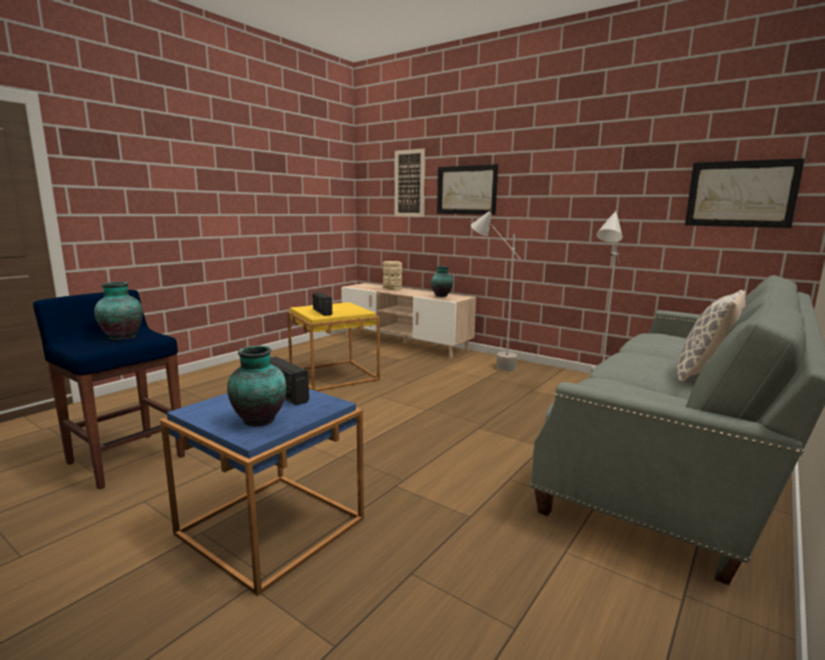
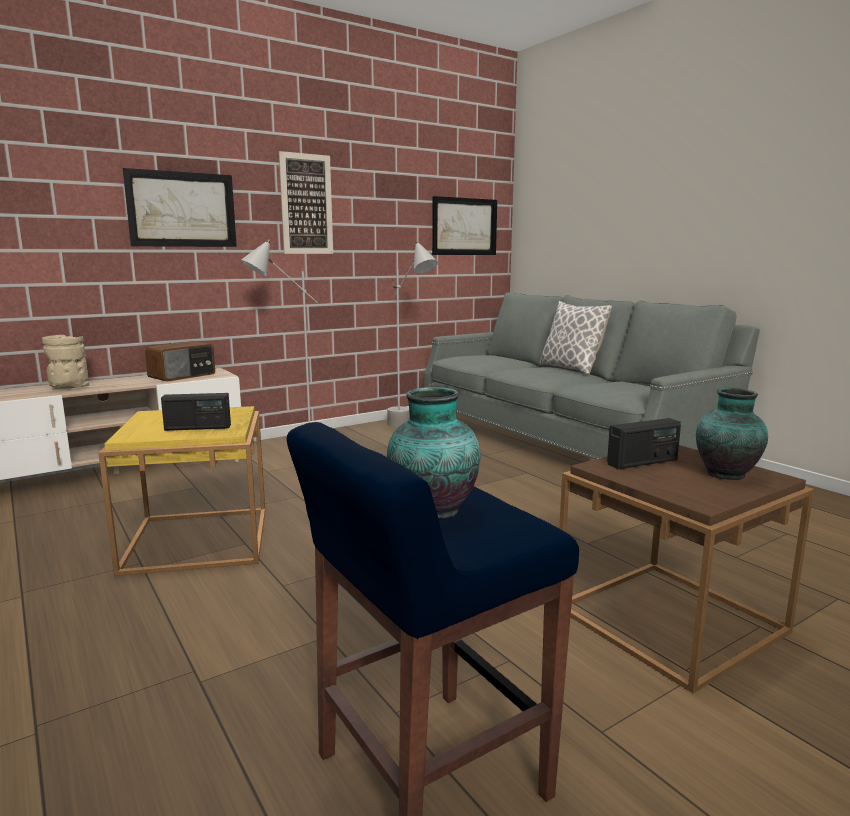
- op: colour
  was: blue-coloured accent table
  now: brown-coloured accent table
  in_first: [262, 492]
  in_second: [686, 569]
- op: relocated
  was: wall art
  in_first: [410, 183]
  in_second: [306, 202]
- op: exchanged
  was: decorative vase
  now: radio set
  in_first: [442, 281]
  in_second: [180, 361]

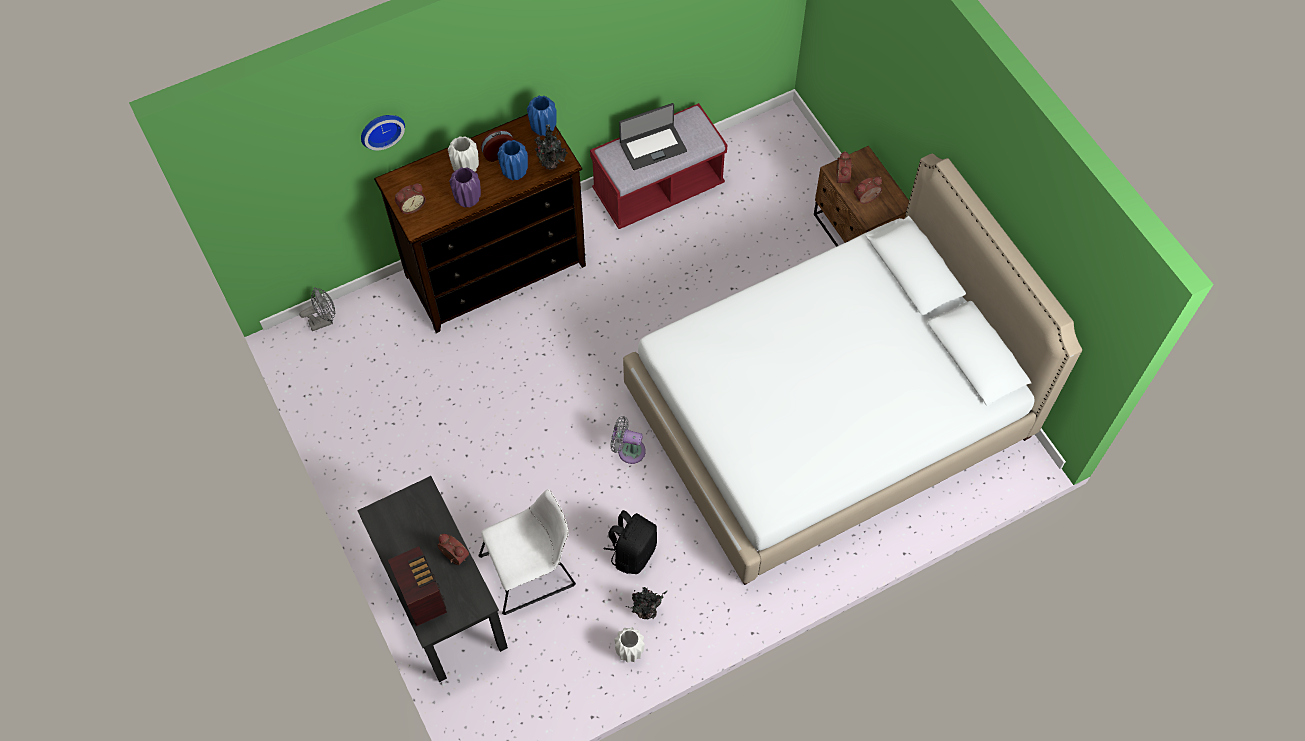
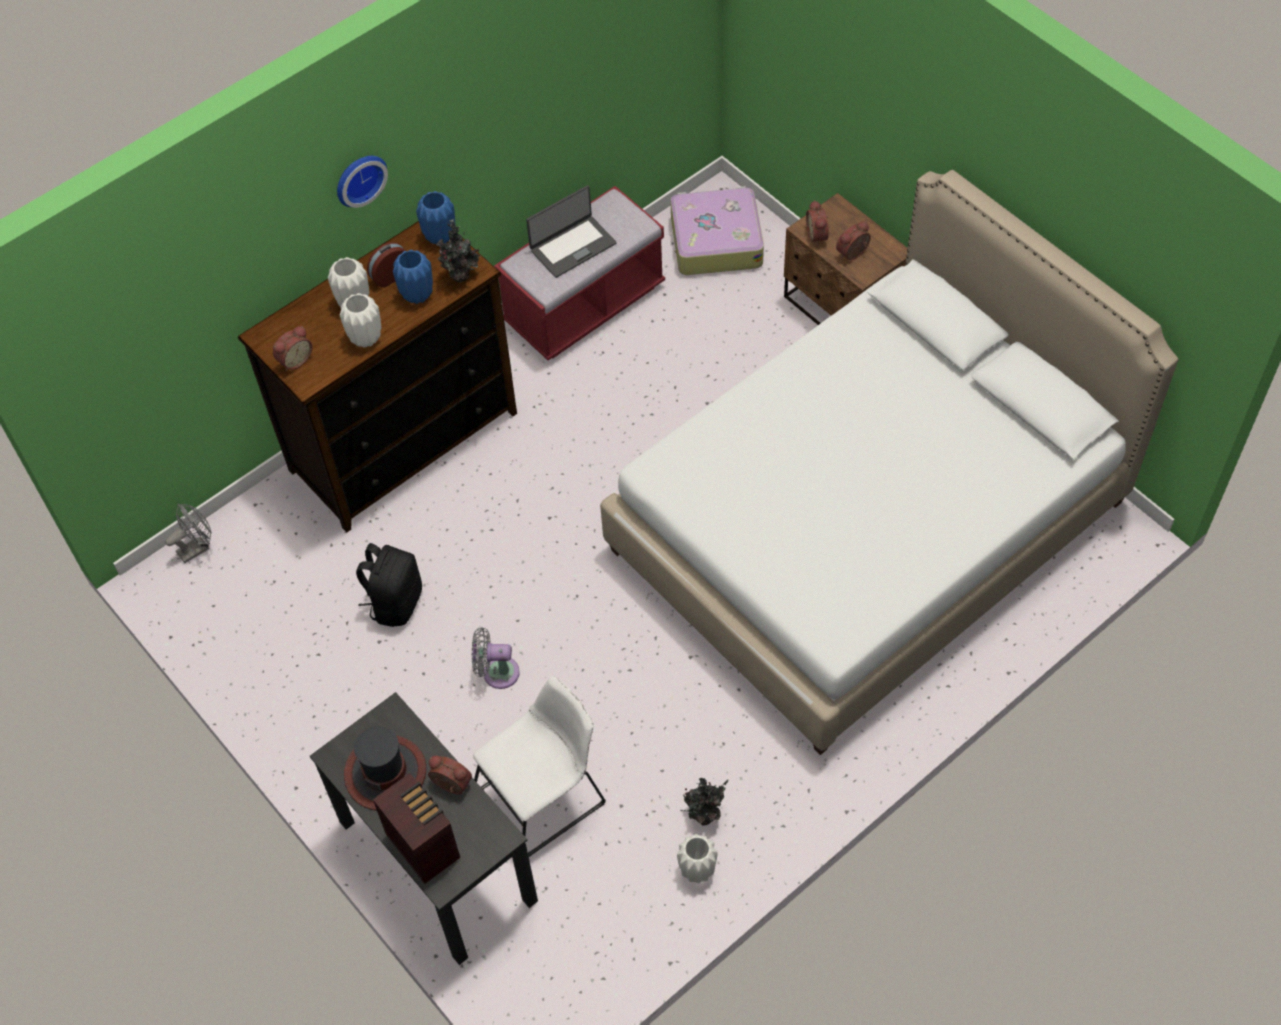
- op: relocated
  was: clock on the wall
  in_first: [383, 132]
  in_second: [362, 182]
- op: colour
  was: purplish decorative vase
  now: white decorative vase
  in_first: [465, 187]
  in_second: [360, 320]
- op: relocated
  was: black rucksack
  in_first: [630, 542]
  in_second: [389, 585]
- op: relocated
  was: grey cooling fan
  in_first: [628, 440]
  in_second: [496, 658]
- op: appeared
  now: clothing hat
  in_second: [385, 768]
- op: appeared
  now: piece of luggage
  in_second: [717, 230]

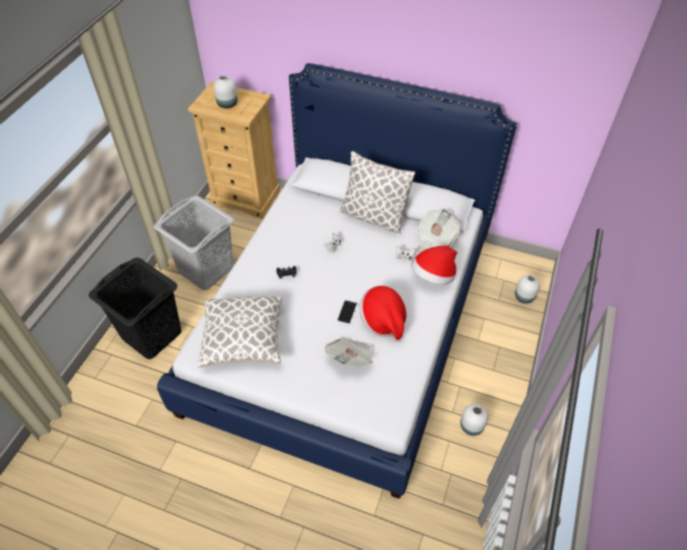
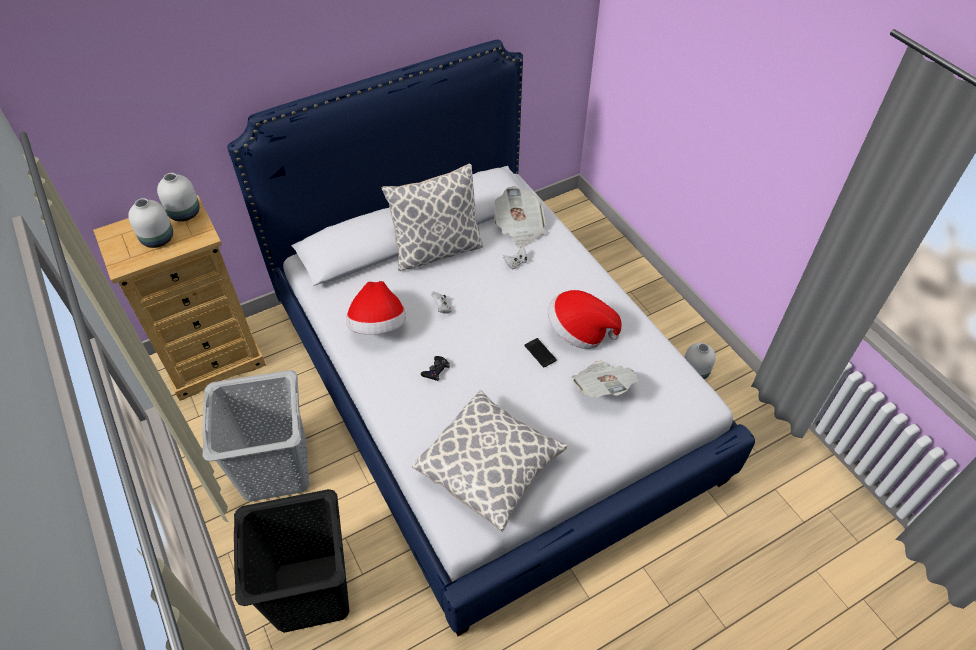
- op: relocated
  was: clothing hat
  in_first: [434, 265]
  in_second: [376, 308]
- op: relocated
  was: white decorative vase
  in_first: [527, 289]
  in_second: [178, 197]

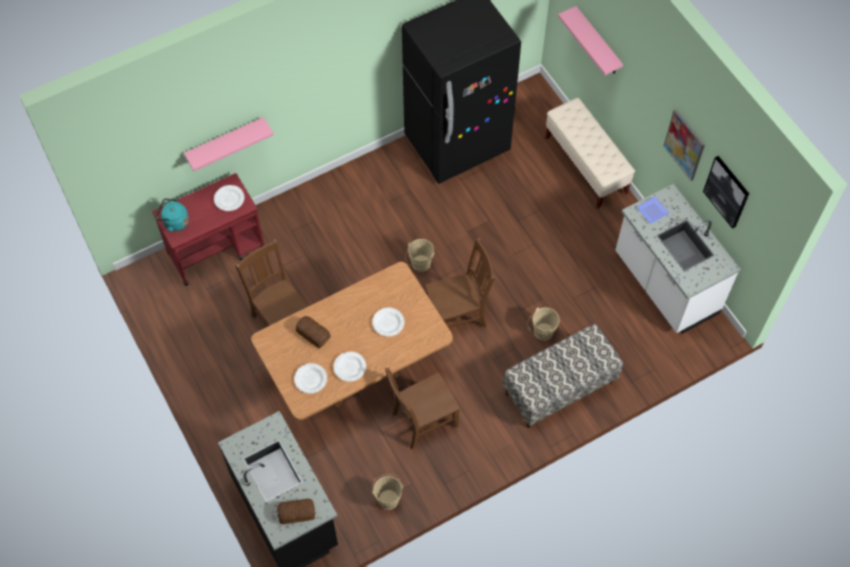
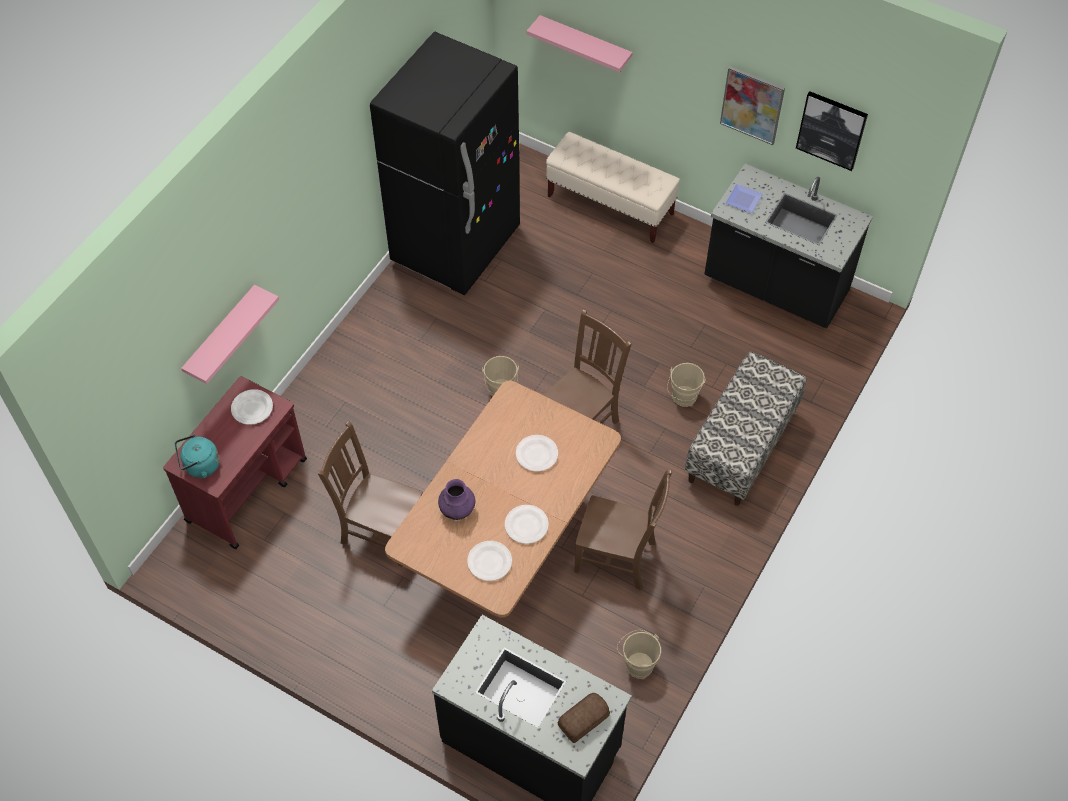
- op: exchanged
  was: bread
  now: purplish decorative vase
  in_first: [313, 332]
  in_second: [456, 499]
- op: spun
  was: brown-coloured chair
  in_first: [422, 408]
  in_second: [623, 530]
  clockwise: -105
- op: colour
  was: white kitchen base unit
  now: black kitchen base unit
  in_first: [678, 259]
  in_second: [788, 246]

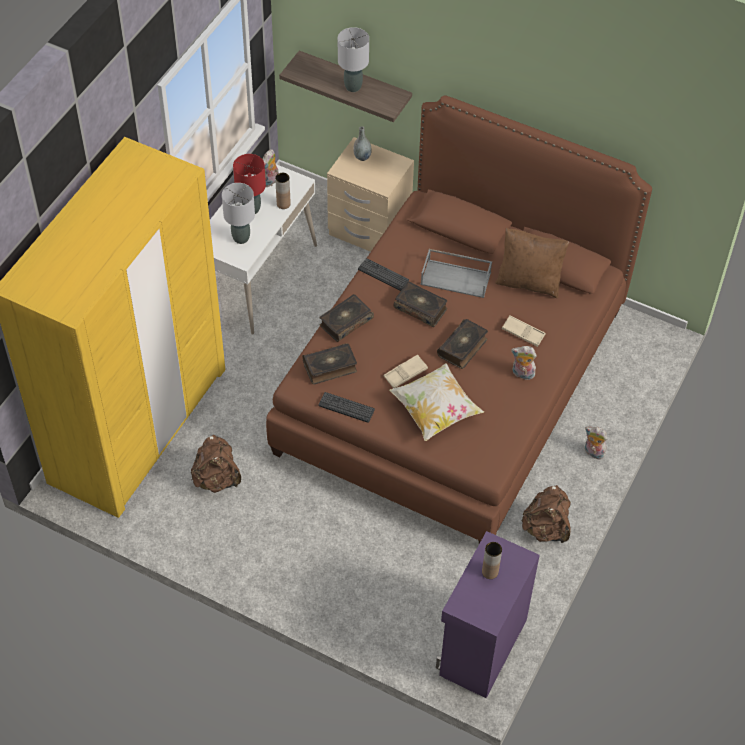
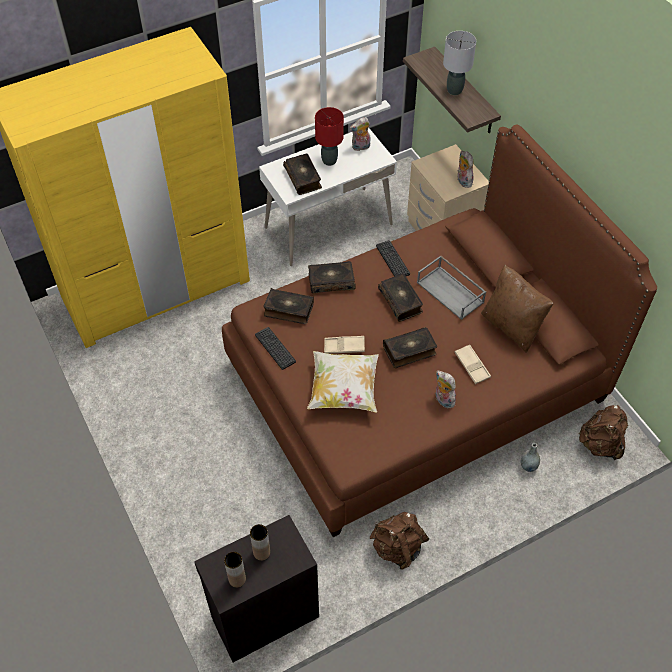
- op: relocated
  was: brown-coloured rucksack
  in_first: [216, 464]
  in_second: [603, 432]
- op: exchanged
  was: grey tabletop lamp
  now: bound book
  in_first: [238, 213]
  in_second: [302, 174]
- op: relocated
  was: brown-coloured decorative vase
  in_first: [283, 191]
  in_second: [235, 569]
- op: relocated
  was: grey decorative vase
  in_first: [362, 143]
  in_second: [530, 457]
- op: colour
  was: purplish cupboard
  now: black cupboard
  in_first: [488, 614]
  in_second: [256, 588]
- op: relocated
  was: cuddly toy
  in_first: [596, 443]
  in_second: [465, 169]

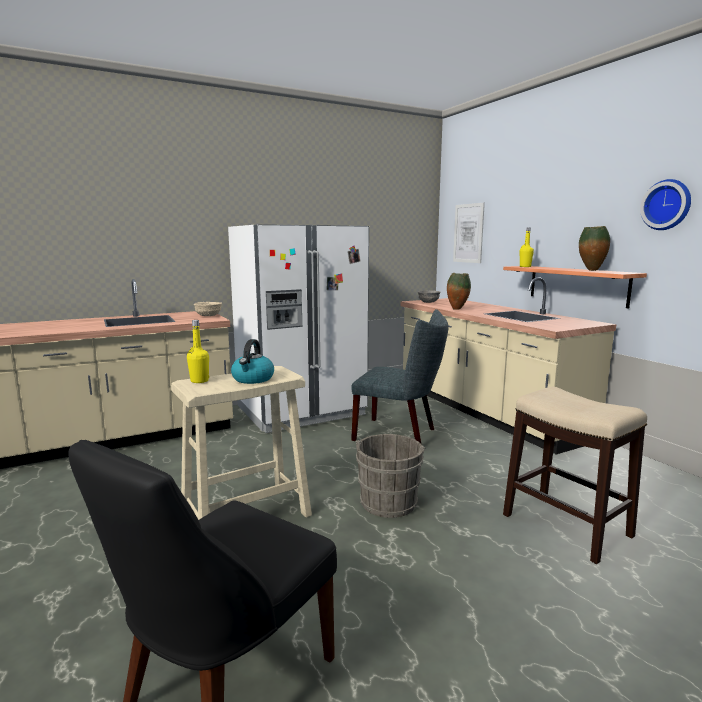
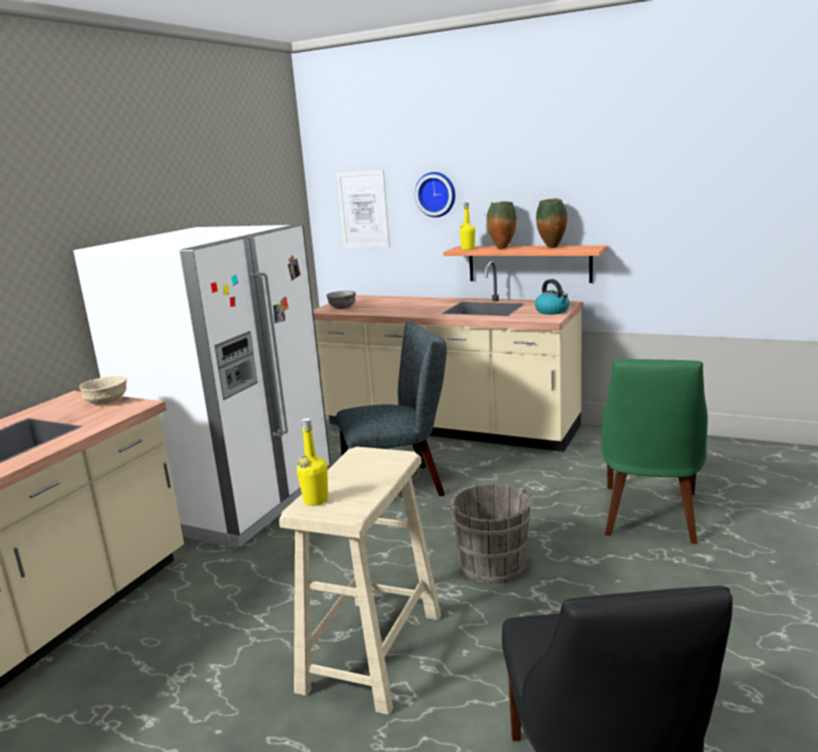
- op: relocated
  was: water kettle
  in_first: [252, 361]
  in_second: [552, 296]
- op: relocated
  was: decorative vase
  in_first: [459, 291]
  in_second: [501, 225]
- op: exchanged
  was: stool
  now: green chair
  in_first: [575, 475]
  in_second: [654, 451]
- op: relocated
  was: clock on the wall
  in_first: [665, 204]
  in_second: [435, 194]

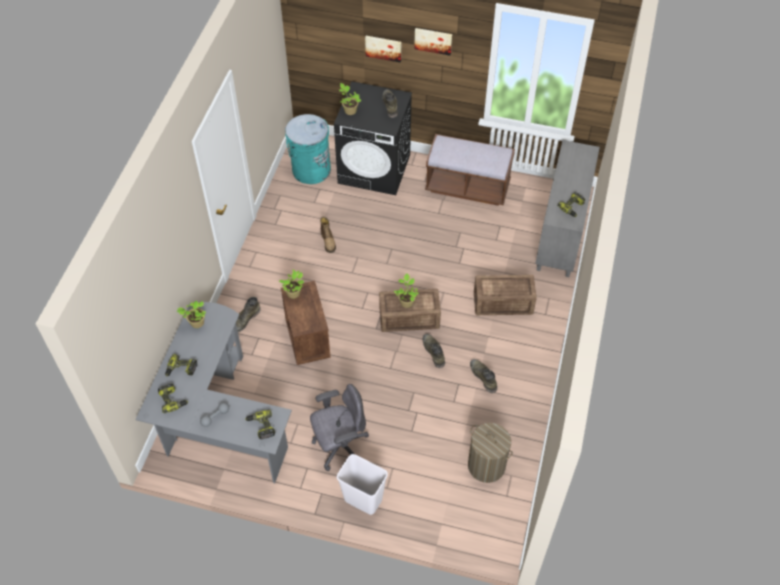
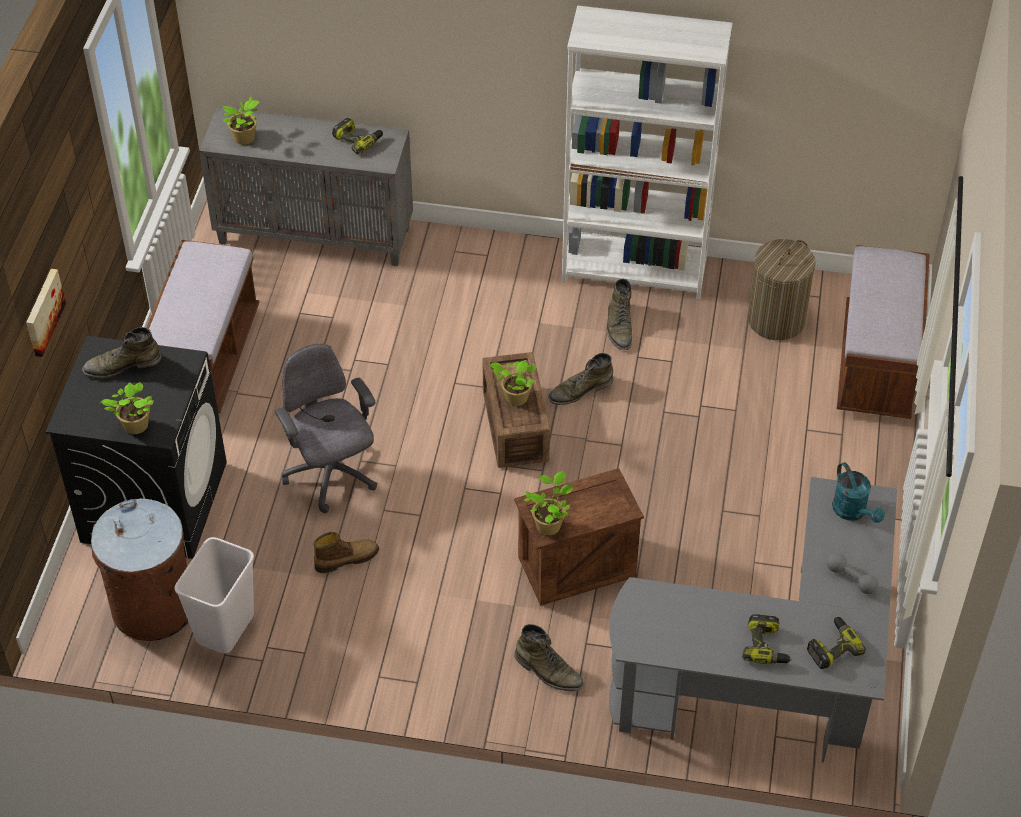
- op: relocated
  was: potted plant
  in_first: [191, 314]
  in_second: [241, 120]
- op: exchanged
  was: power drill
  now: turquoise watering pot
  in_first: [260, 424]
  in_second: [858, 492]
- op: colour
  was: turquoise rubbish bin
  now: brown-coloured rubbish bin
  in_first: [308, 149]
  in_second: [139, 570]
- op: relocated
  was: grey desk chair
  in_first: [339, 427]
  in_second: [326, 428]
- op: relocated
  was: white rubbish bin
  in_first: [362, 484]
  in_second: [214, 595]
- op: missing
  was: wall art
  in_first: [433, 42]
- op: spun
  was: green high-top boot
  in_first: [483, 376]
  in_second: [619, 314]
  clockwise: -60
- op: missing
  was: crate
  in_first: [505, 295]
- op: appeared
  now: white shelving unit
  in_second: [647, 152]
- op: appeared
  now: brown-coloured long seat
  in_second: [883, 332]

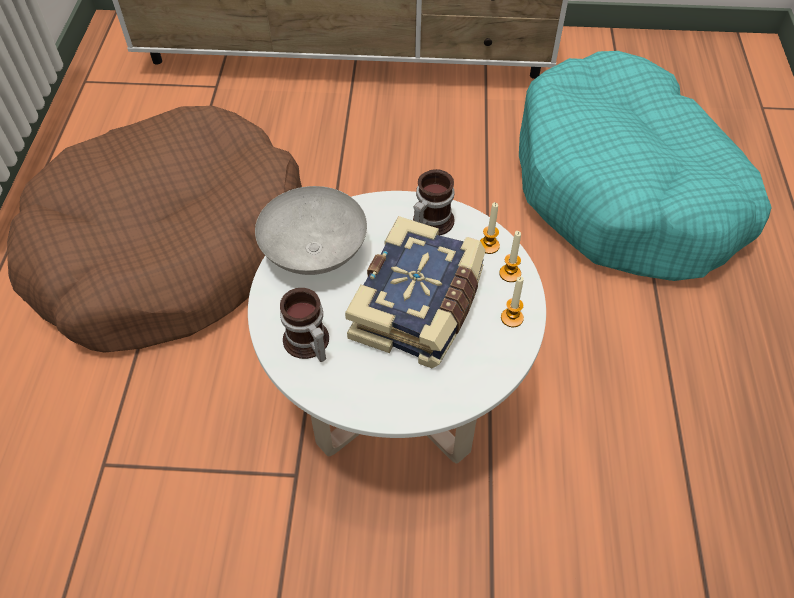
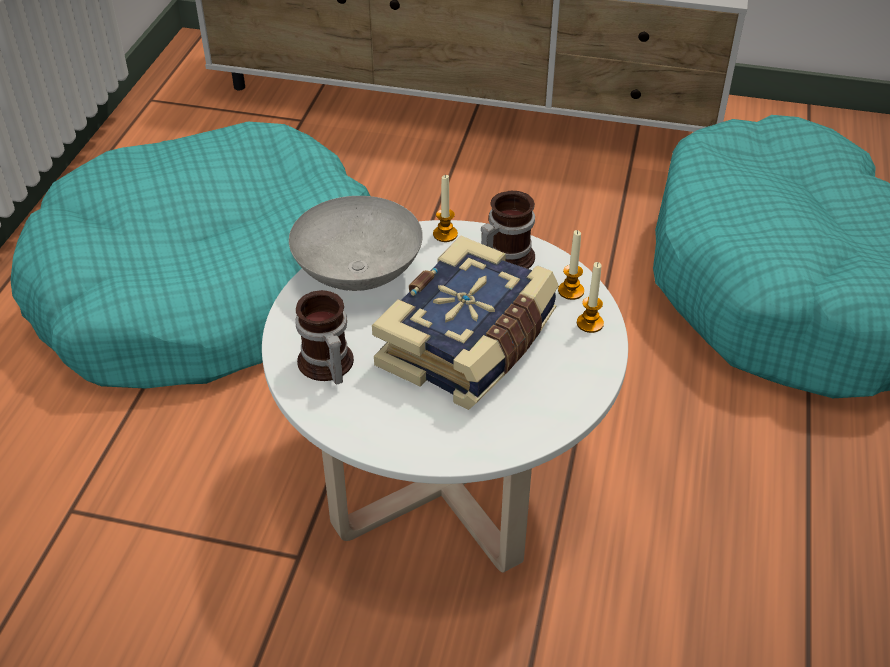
- op: colour
  was: brown-coloured dog cushion
  now: turquoise dog cushion
  in_first: [154, 229]
  in_second: [190, 255]
- op: relocated
  was: candle
  in_first: [512, 301]
  in_second: [445, 208]

